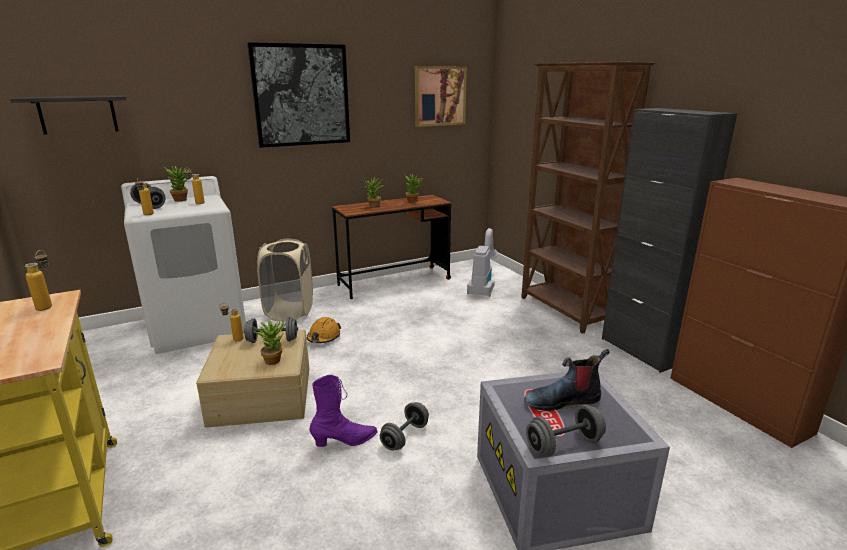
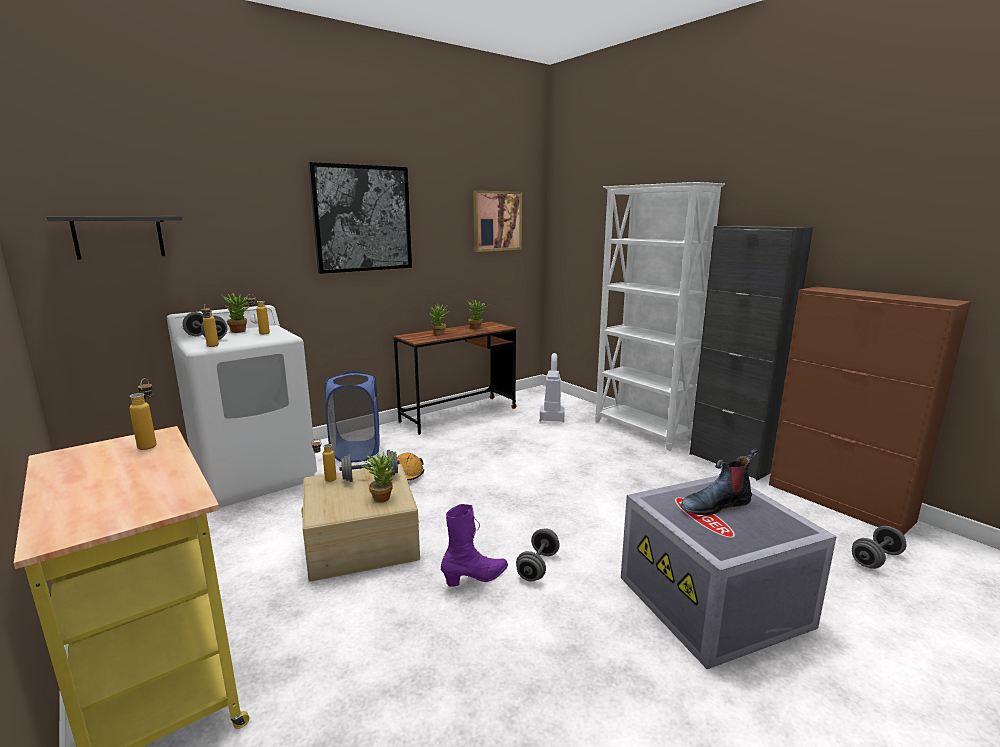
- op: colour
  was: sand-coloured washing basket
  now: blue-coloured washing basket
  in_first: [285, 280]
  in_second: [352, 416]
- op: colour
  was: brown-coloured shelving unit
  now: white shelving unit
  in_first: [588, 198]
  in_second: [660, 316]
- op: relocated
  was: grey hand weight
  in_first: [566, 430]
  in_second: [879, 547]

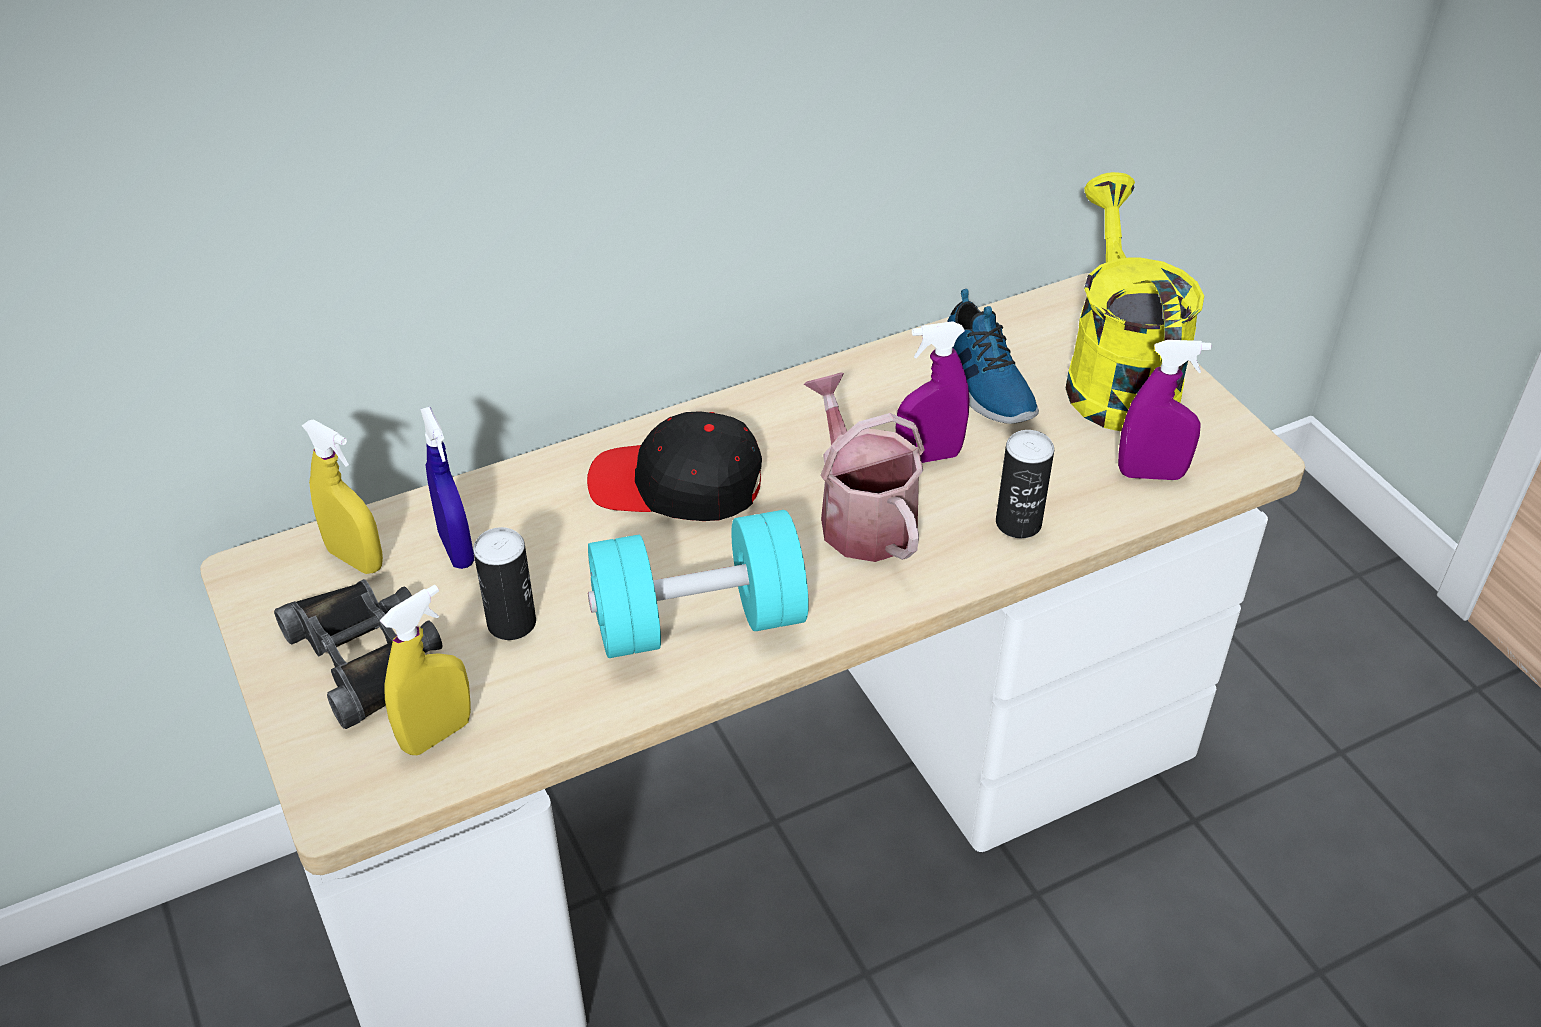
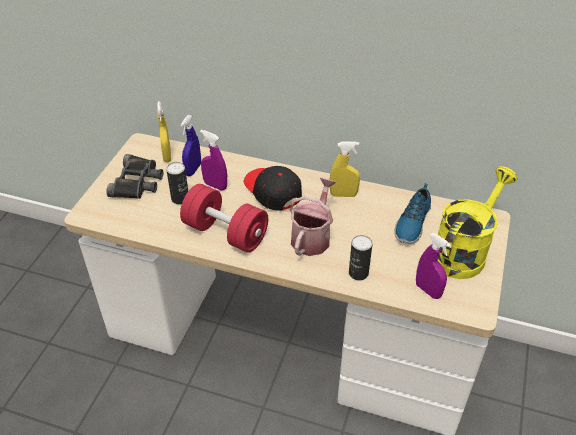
- op: relocated
  was: yellow-coloured hand sprayer
  in_first: [425, 670]
  in_second: [345, 169]
- op: colour
  was: turquoise hand weight
  now: red hand weight
  in_first: [698, 584]
  in_second: [224, 218]
- op: relocated
  was: purplish hand sprayer
  in_first: [933, 392]
  in_second: [213, 160]

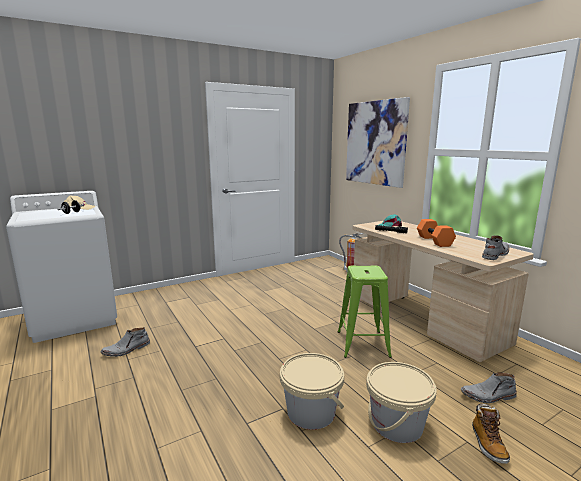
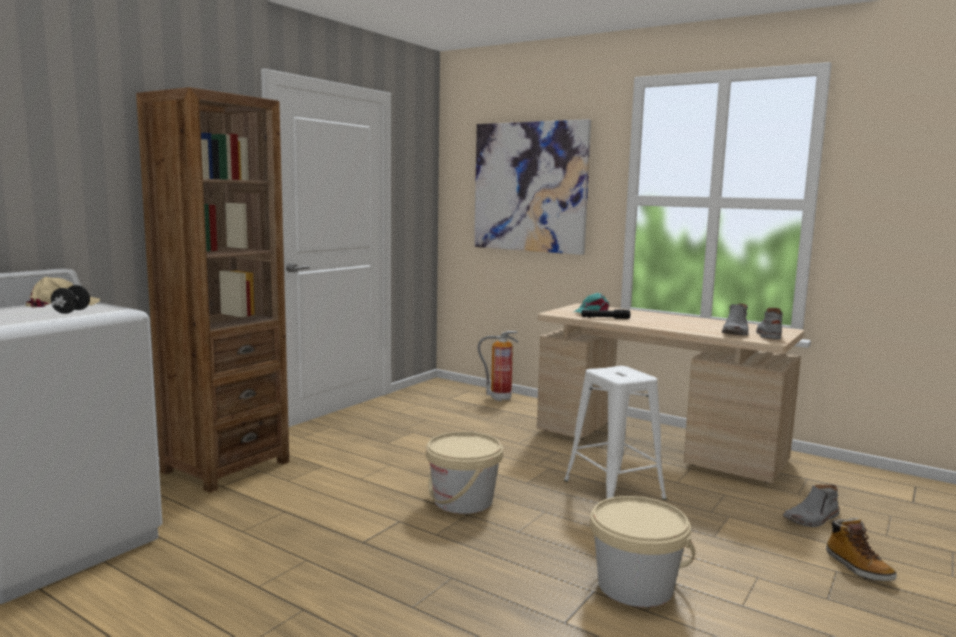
- op: relocated
  was: grey high-top boot
  in_first: [125, 342]
  in_second: [735, 319]
- op: colour
  was: green stool
  now: white stool
  in_first: [365, 311]
  in_second: [615, 433]
- op: relocated
  was: sand-coloured bucket
  in_first: [401, 402]
  in_second: [464, 473]
- op: missing
  was: orange-coloured hand weight
  in_first: [436, 233]
- op: appeared
  now: brown-coloured shelving unit
  in_second: [212, 290]

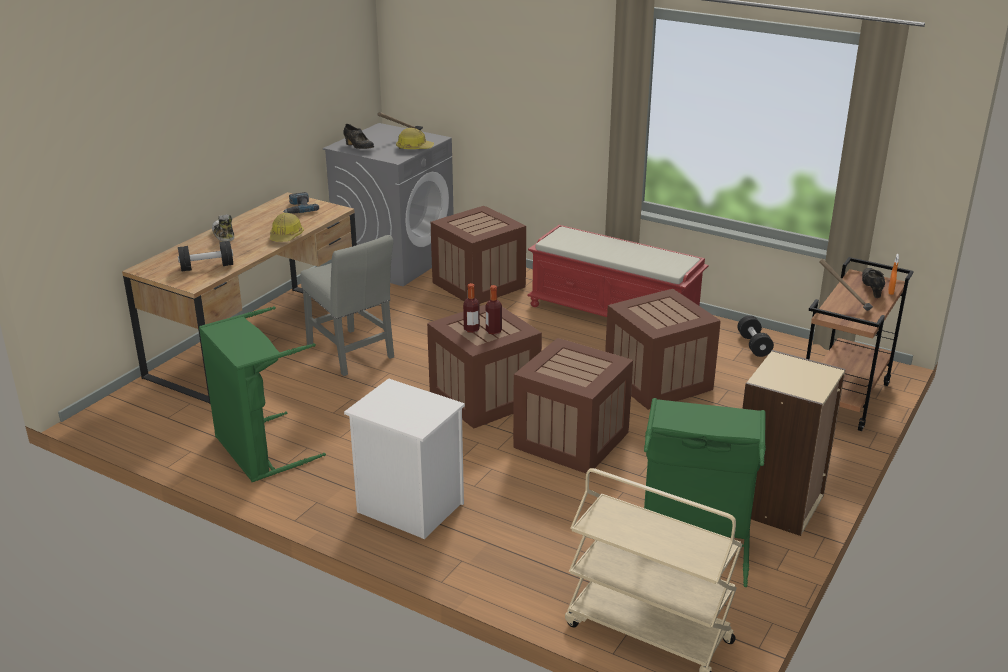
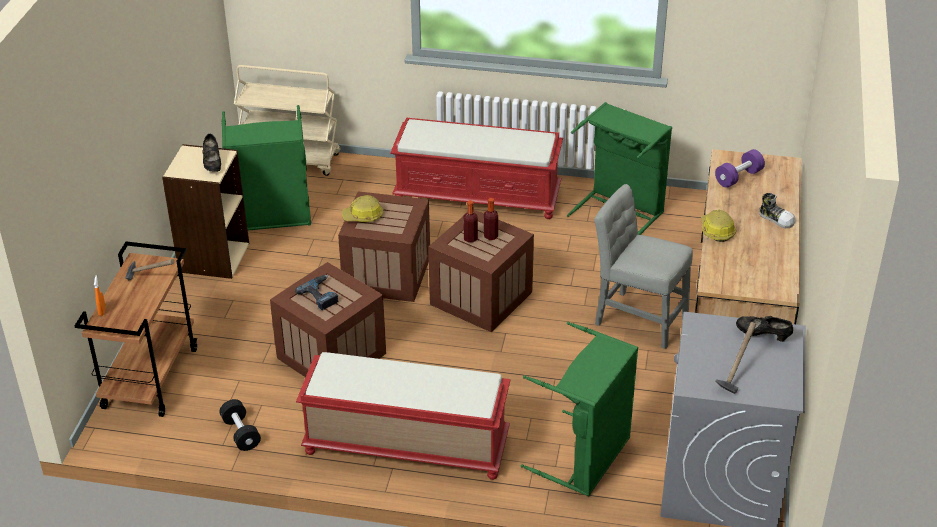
- op: colour
  was: black hand weight
  now: purplish hand weight
  in_first: [205, 256]
  in_second: [740, 168]
- op: relocated
  was: power drill
  in_first: [301, 203]
  in_second: [317, 292]
- op: exchanged
  was: white bedside table
  now: red long seat
  in_first: [404, 458]
  in_second: [476, 168]
- op: relocated
  was: work helmet
  in_first: [415, 138]
  in_second: [362, 208]
- op: exchanged
  was: crate
  now: green washing basket
  in_first: [478, 255]
  in_second: [579, 409]
- op: relocated
  was: black shoe
  in_first: [873, 283]
  in_second: [211, 153]

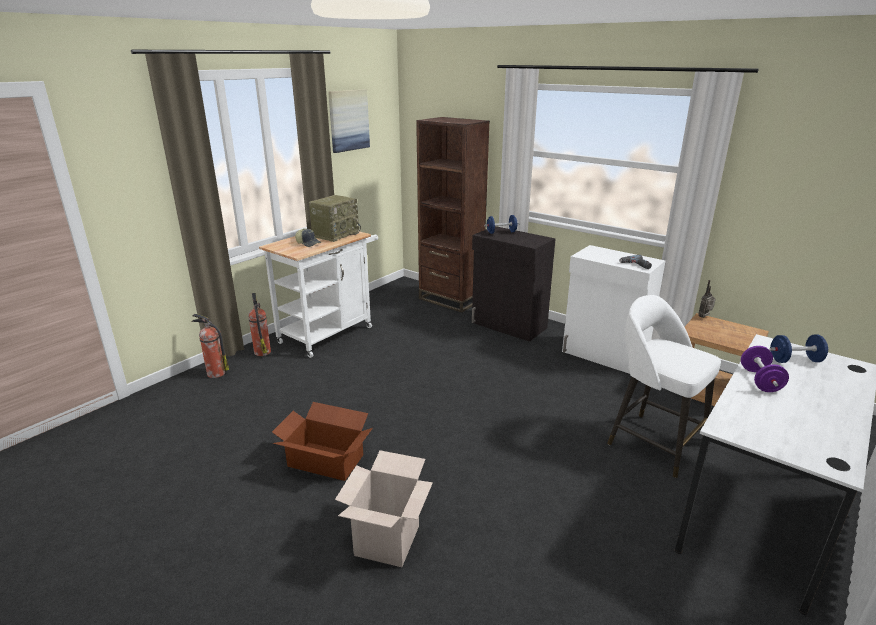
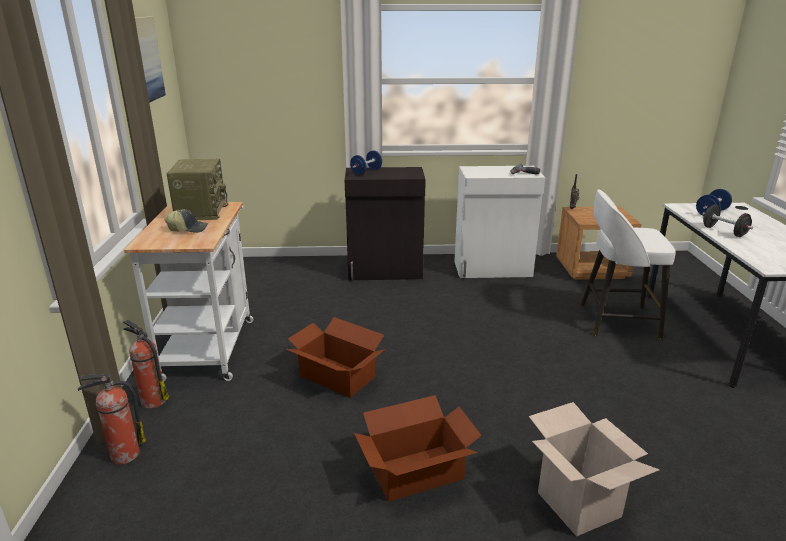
- op: missing
  was: brown-coloured shelving unit
  in_first: [453, 215]
- op: colour
  was: purplish hand weight
  now: black hand weight
  in_first: [765, 369]
  in_second: [727, 221]
- op: appeared
  now: packing box
  in_second: [335, 357]

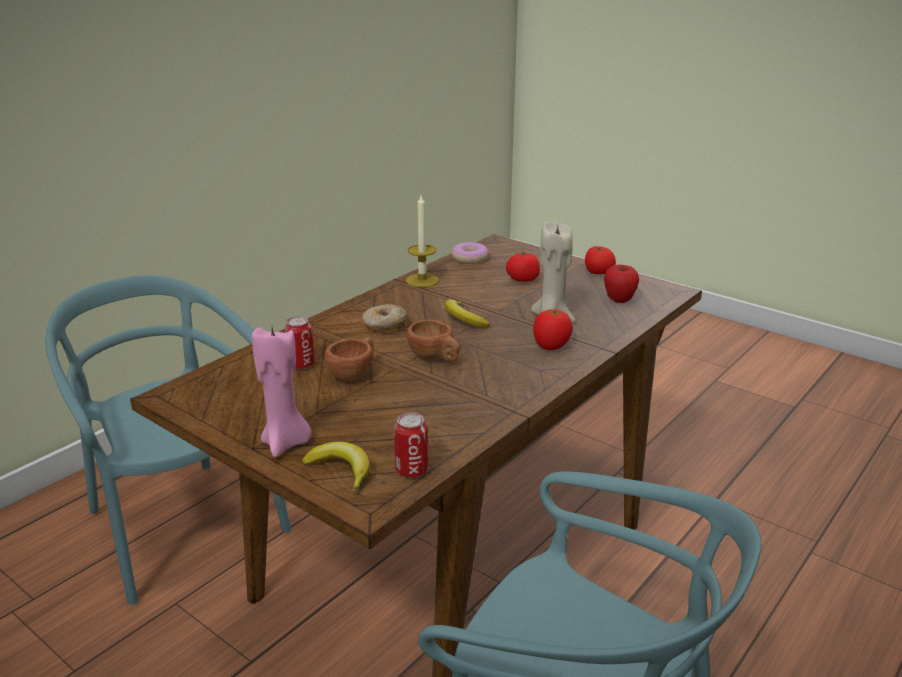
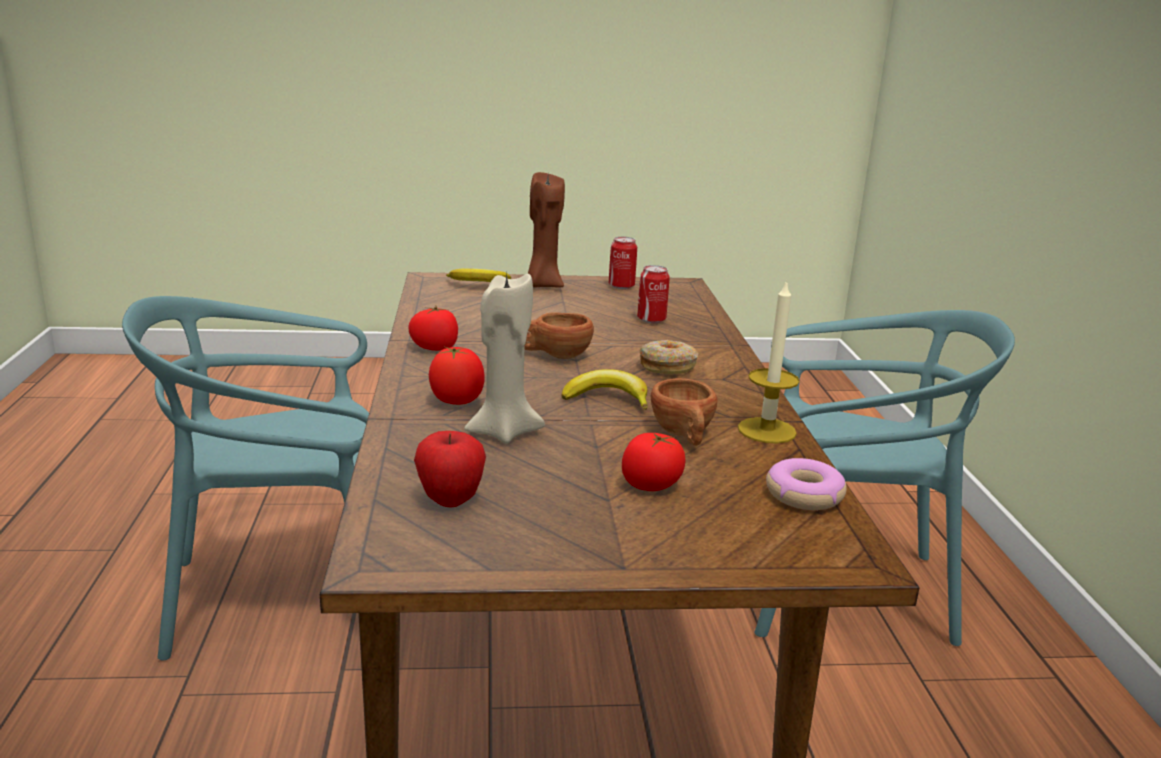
- op: colour
  was: pinkish candle
  now: brown-coloured candle
  in_first: [282, 392]
  in_second: [546, 229]
- op: relocated
  was: brown-coloured cup
  in_first: [348, 359]
  in_second: [684, 412]
- op: relocated
  was: metal can
  in_first: [411, 445]
  in_second: [623, 263]
- op: relocated
  was: whole tomato
  in_first: [600, 260]
  in_second: [433, 328]

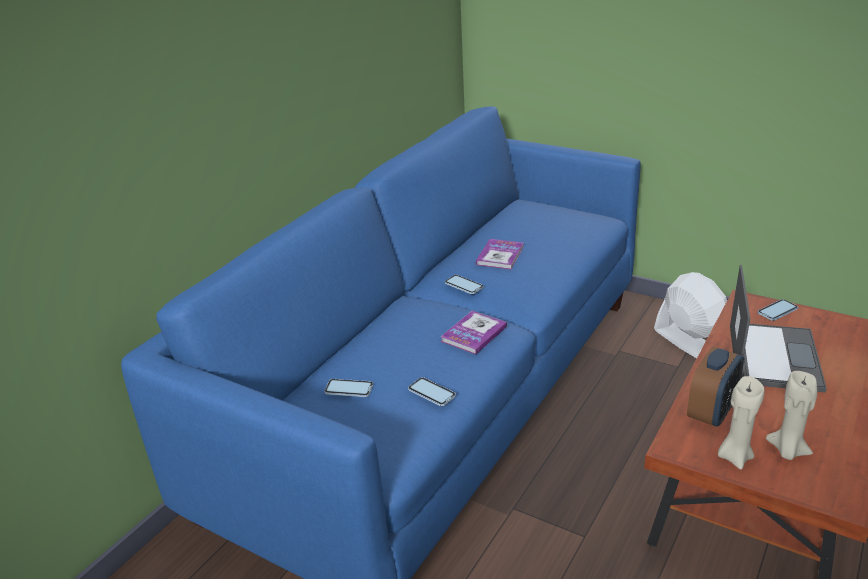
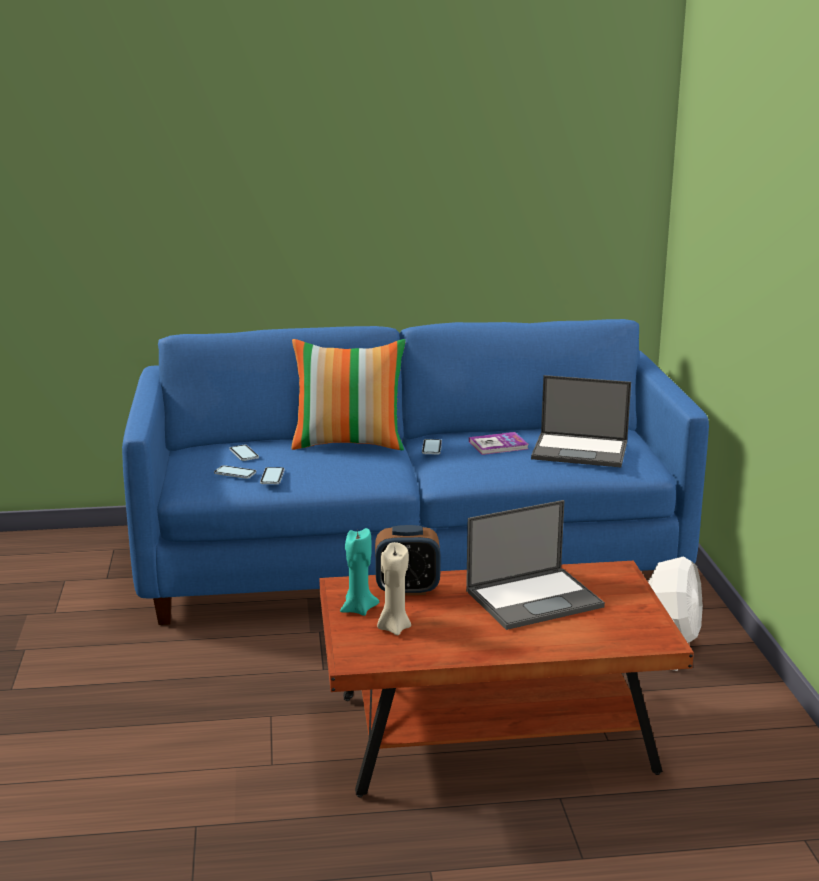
- op: missing
  was: bound book
  in_first: [474, 333]
- op: colour
  was: sand-coloured candle
  now: turquoise candle
  in_first: [741, 423]
  in_second: [359, 572]
- op: relocated
  was: phone
  in_first: [778, 310]
  in_second: [235, 472]
- op: appeared
  now: pillow
  in_second: [349, 394]
- op: appeared
  now: notebook computer
  in_second: [581, 421]

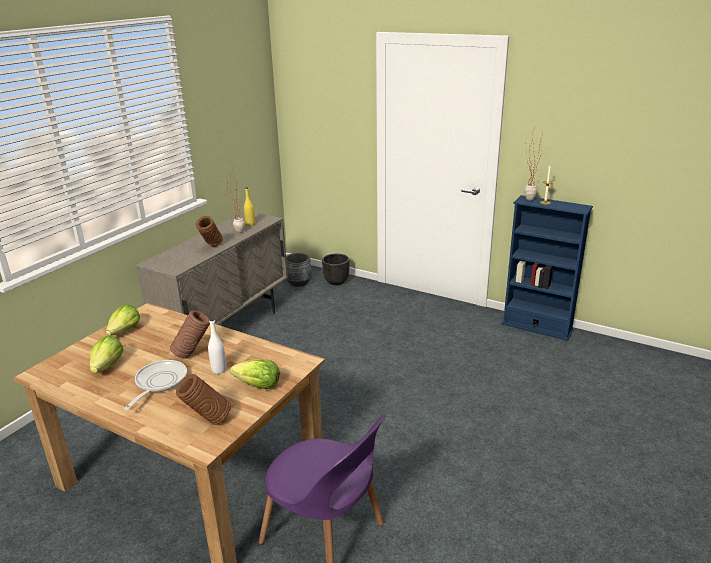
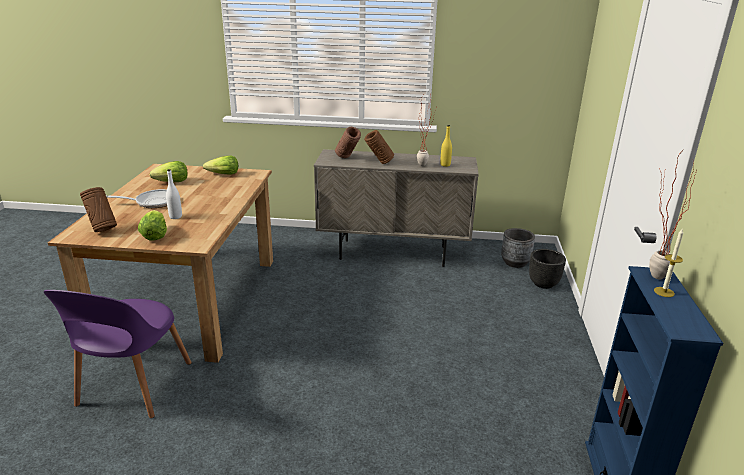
- op: relocated
  was: brown-coloured decorative vase
  in_first: [190, 334]
  in_second: [348, 142]

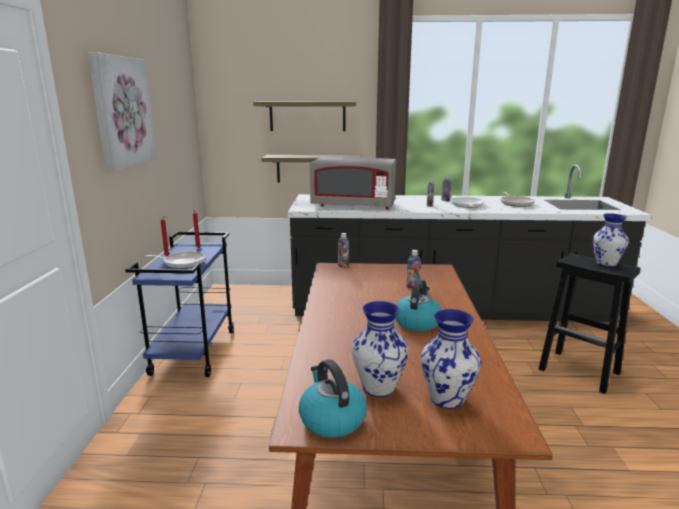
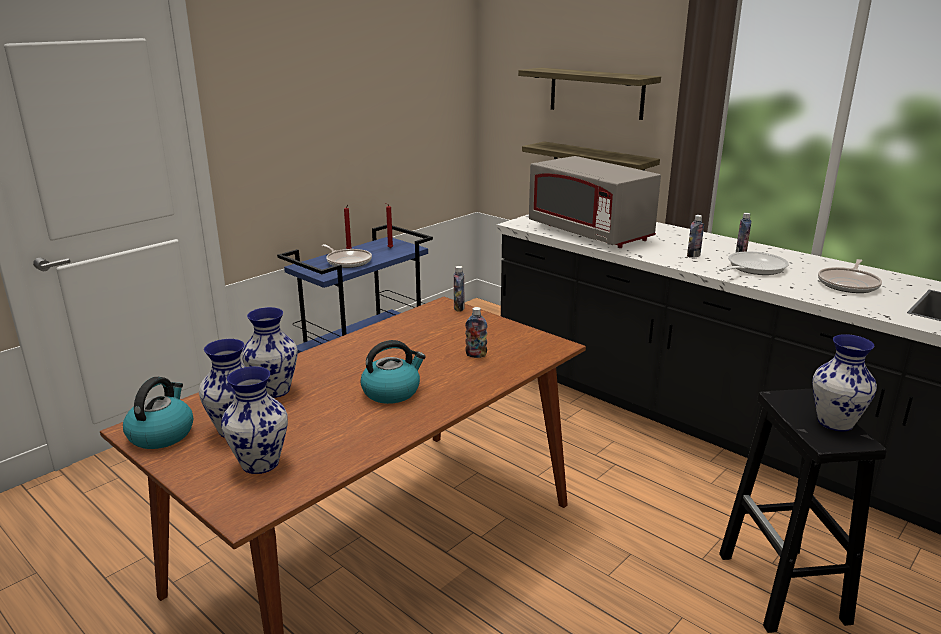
- op: missing
  was: wall art
  in_first: [122, 112]
- op: appeared
  now: decorative vase
  in_second: [270, 352]

